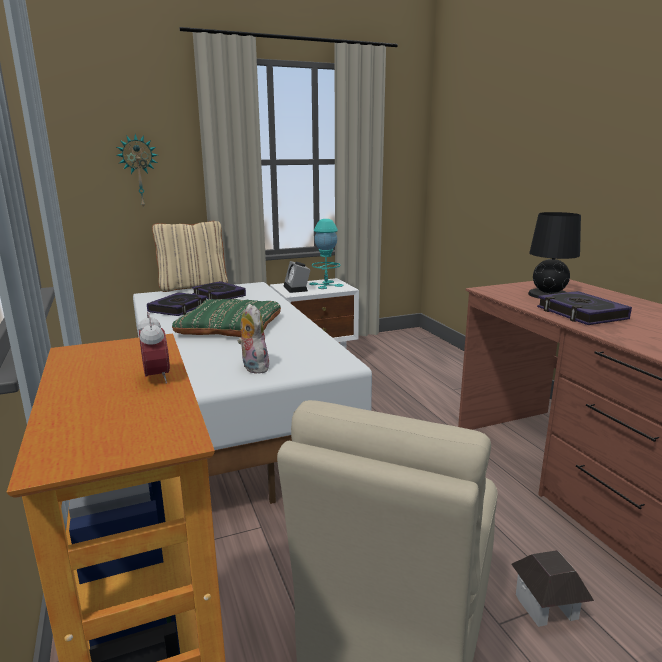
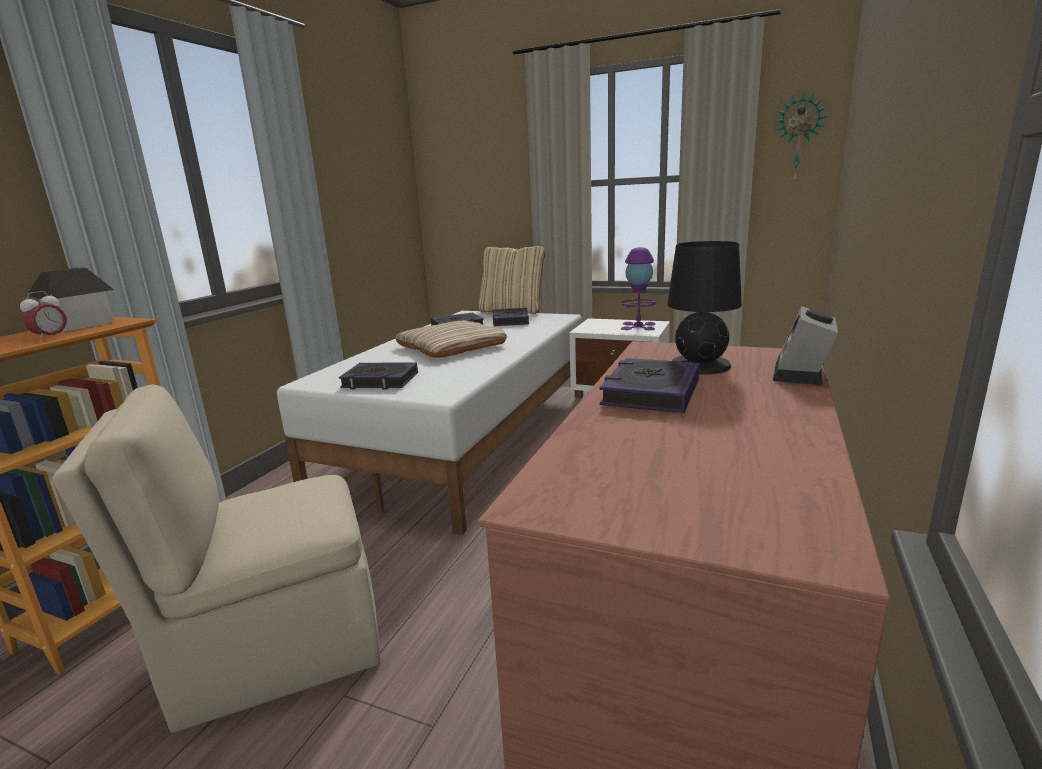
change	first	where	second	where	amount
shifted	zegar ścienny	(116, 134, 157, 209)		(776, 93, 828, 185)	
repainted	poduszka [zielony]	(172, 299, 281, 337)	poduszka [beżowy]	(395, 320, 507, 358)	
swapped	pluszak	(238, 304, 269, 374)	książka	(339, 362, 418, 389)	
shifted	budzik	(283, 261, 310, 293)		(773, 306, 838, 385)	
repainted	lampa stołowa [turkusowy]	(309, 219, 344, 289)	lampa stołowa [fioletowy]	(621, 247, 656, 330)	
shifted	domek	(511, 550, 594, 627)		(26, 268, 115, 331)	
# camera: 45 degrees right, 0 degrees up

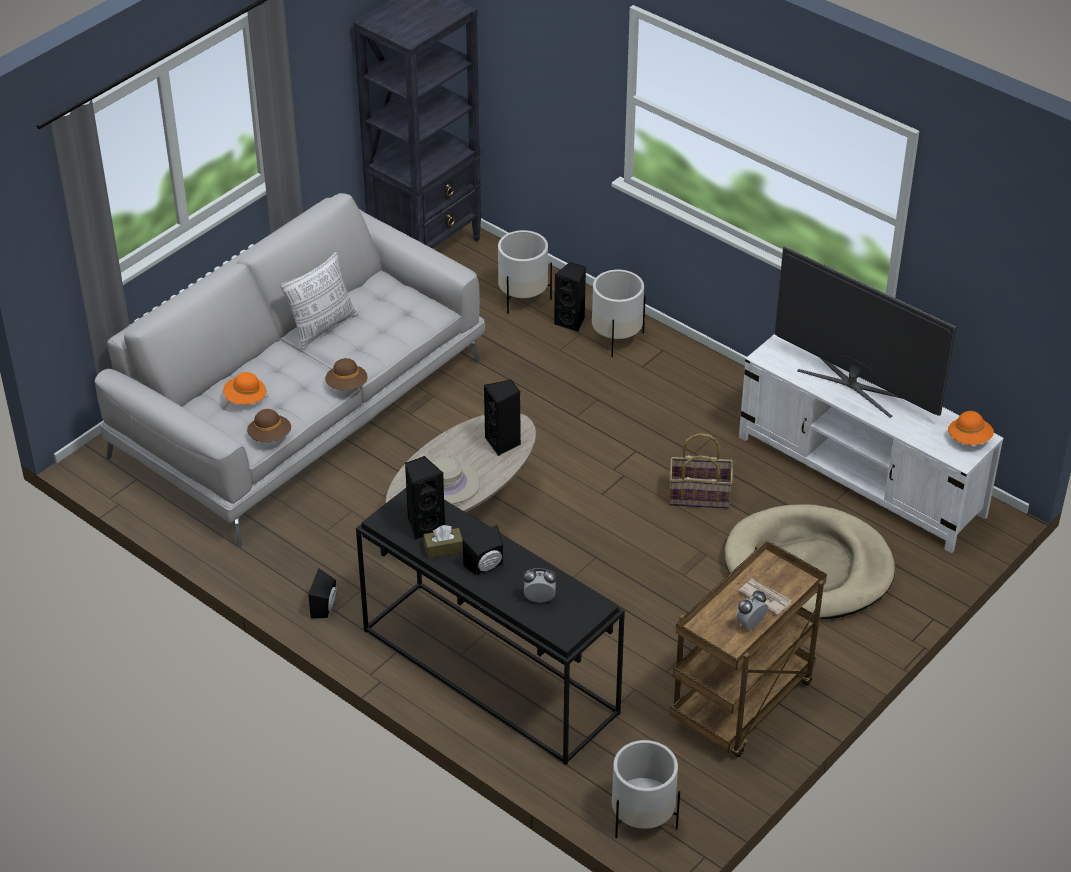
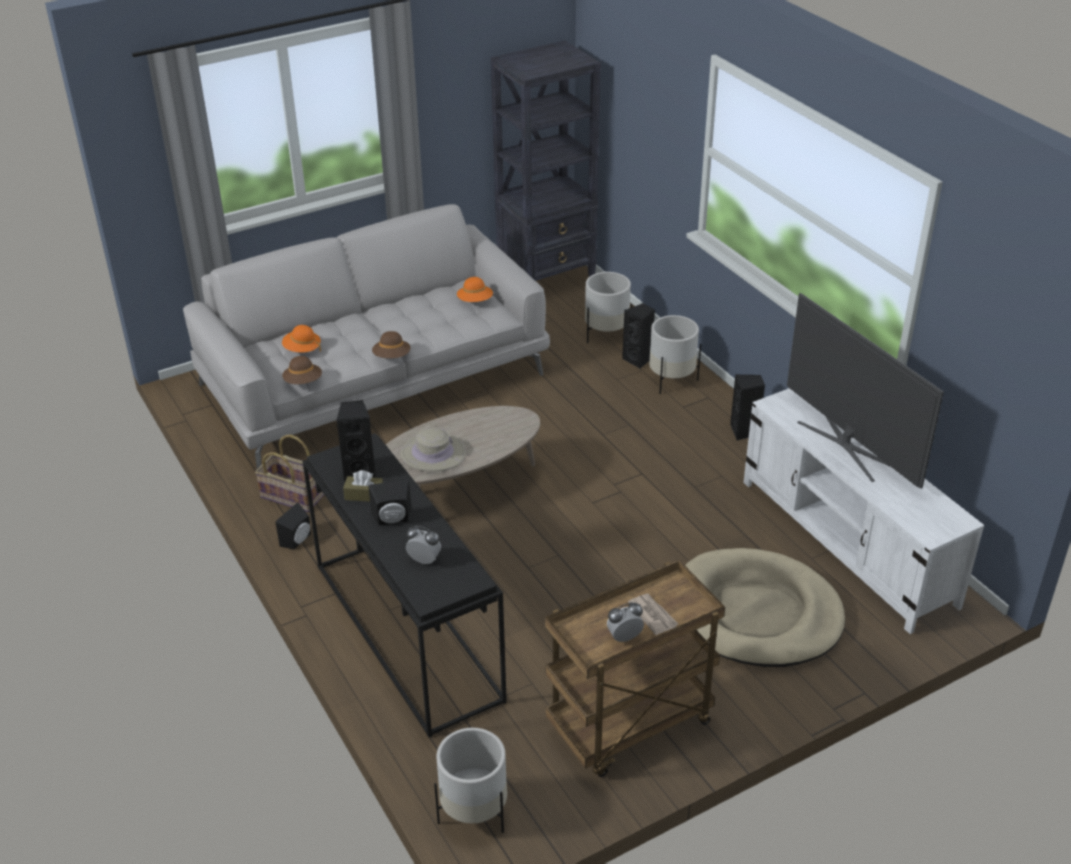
change	first	where	second	where	amount
gone	poduszka	(280, 252, 358, 350)			
shifted	głośnik [czarny]	(484, 379, 521, 456)		(730, 374, 765, 441)	
shifted	koszyk	(669, 433, 733, 509)		(255, 435, 324, 512)	
shifted	kapelusz [pomarańczowy]	(948, 411, 994, 445)		(457, 277, 493, 302)	
# camera: 20 degrees right, 5 degrees down

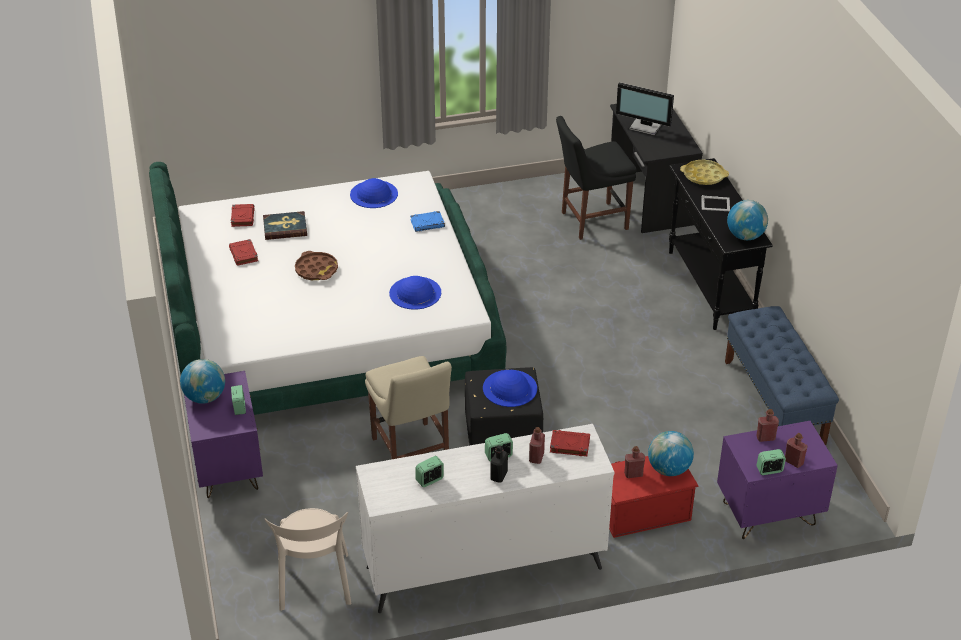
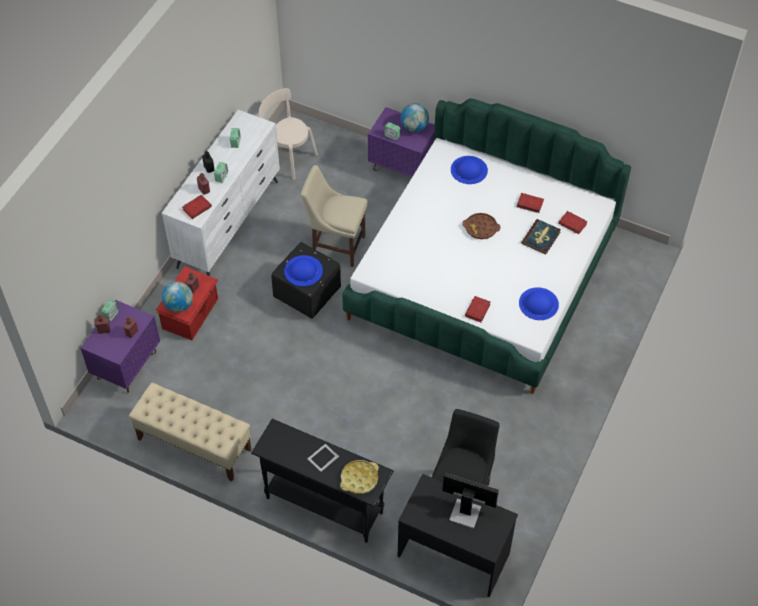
change	first	where	second	where	amount
shifted	kapelusz [niebieski]	(389, 276, 441, 310)		(451, 156, 488, 184)	
repainted	książka [niebieski]	(410, 211, 445, 232)	książka [czerwony]	(465, 296, 491, 322)	
rotated	monitor	(616, 82, 674, 135)		(442, 473, 499, 529)	45 degrees clockwise
repainted	ławka [niebieski]	(725, 306, 839, 445)	ławka [beżowy]	(129, 383, 251, 481)	
gone	globus	(727, 200, 768, 240)			
# camera: 130 degrees right, 15 degrees up

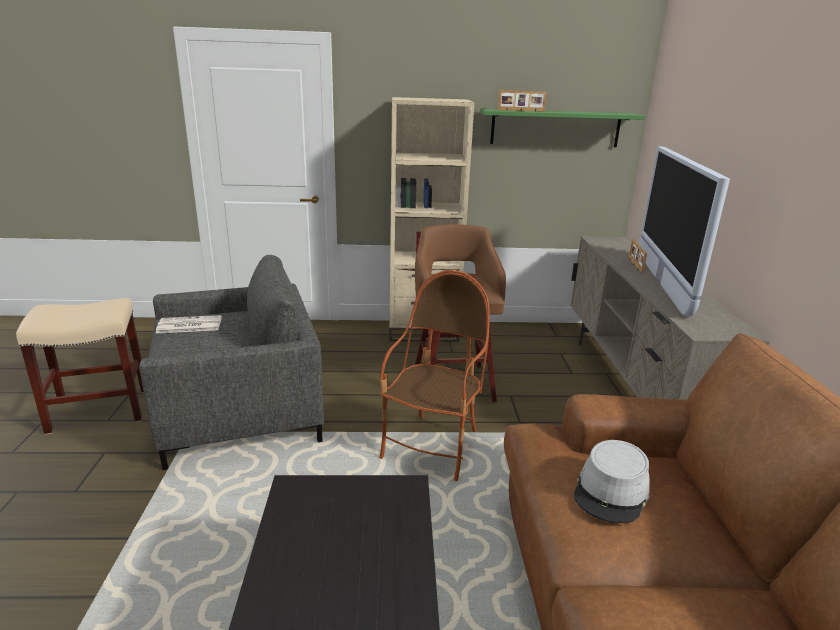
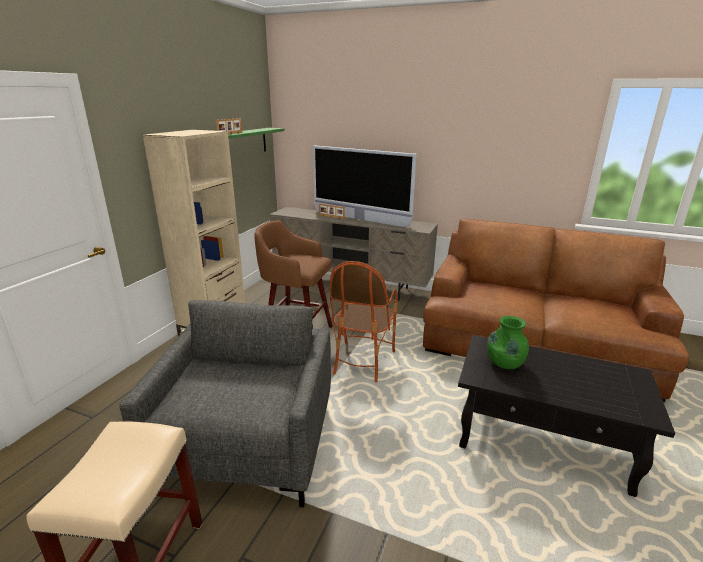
change	first	where	second	where	amount
gone	gazeta	(156, 315, 222, 333)			
rotated	fotel	(379, 270, 490, 481)		(330, 261, 398, 383)	120 degrees counterclockwise
gone	kapelusz [szary]	(574, 440, 650, 523)			
new			wazon [zielony]	(487, 316, 529, 369)	
# camera: 65 degrees left, 0 degrees up

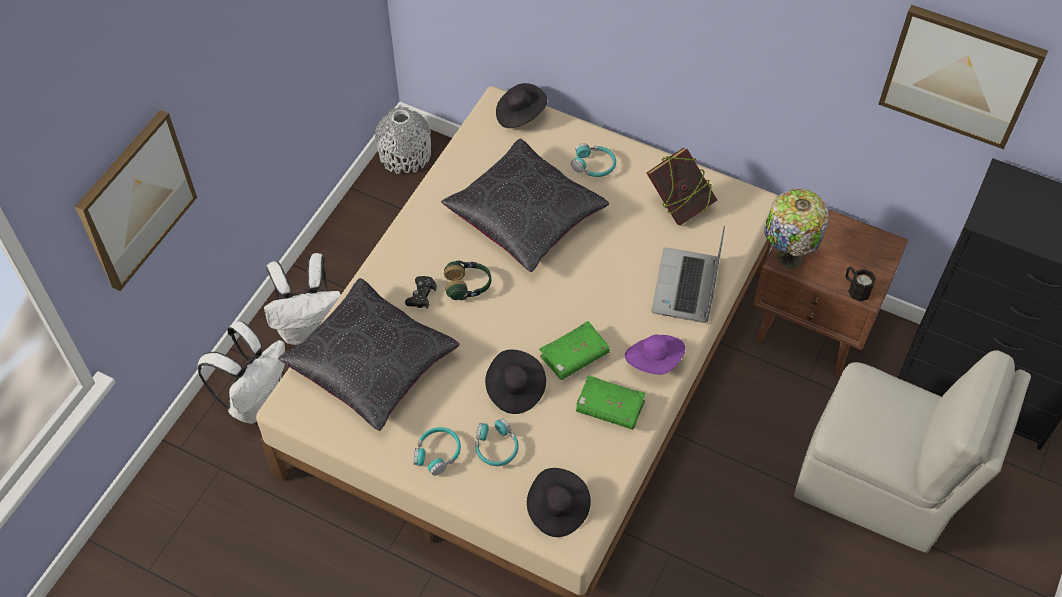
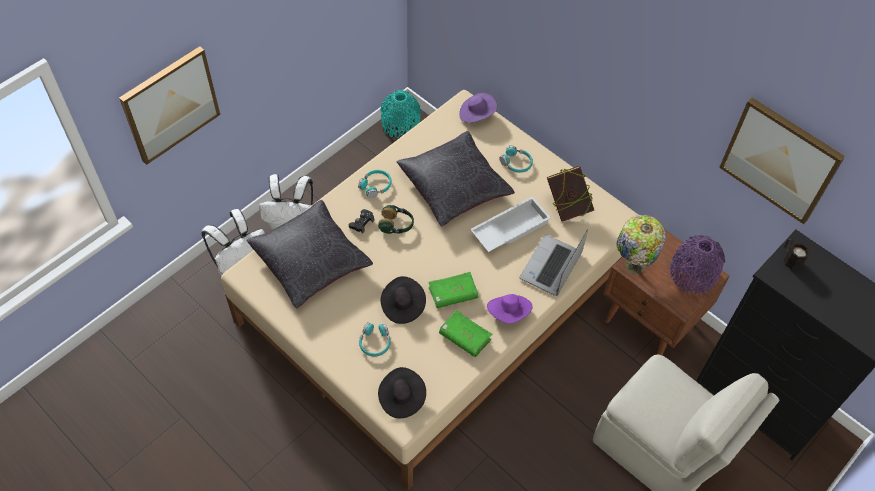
change	first	where	second	where	amount
repainted	wazon [szary]	(375, 107, 431, 174)	wazon [turkusowy]	(380, 90, 421, 138)	
shifted	słuchawki [turkusowy]	(414, 427, 461, 476)		(358, 170, 392, 198)	
repainted	kapelusz [czarny]	(496, 83, 547, 128)	kapelusz [fioletowy]	(459, 93, 497, 123)	
shifted	kubek [czarny]	(845, 266, 876, 301)		(784, 238, 810, 270)	
new			taca [biały]	(470, 196, 551, 252)	
new			wazon [fioletowy]	(670, 235, 725, 294)	
# camera: 15 degrees right, 0 degrees up

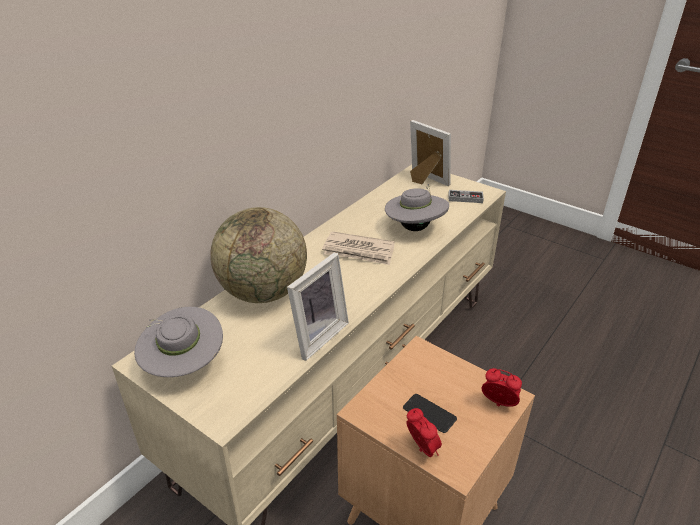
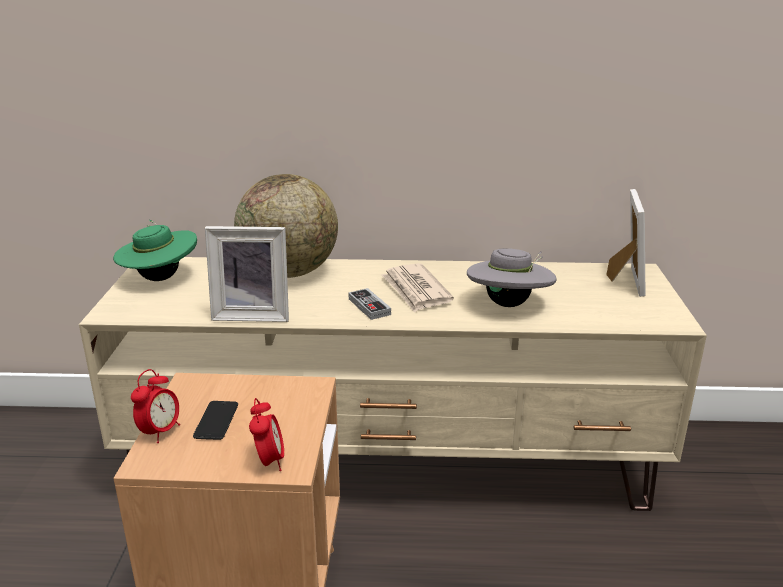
change	first	where	second	where	amount
repainted	kapelusz [szary]	(134, 307, 223, 377)	kapelusz [zielony]	(113, 220, 197, 281)	
shifted	pad do gier	(449, 190, 484, 203)		(348, 288, 391, 320)	
# camera: 55 degrees right, 10 degrees down

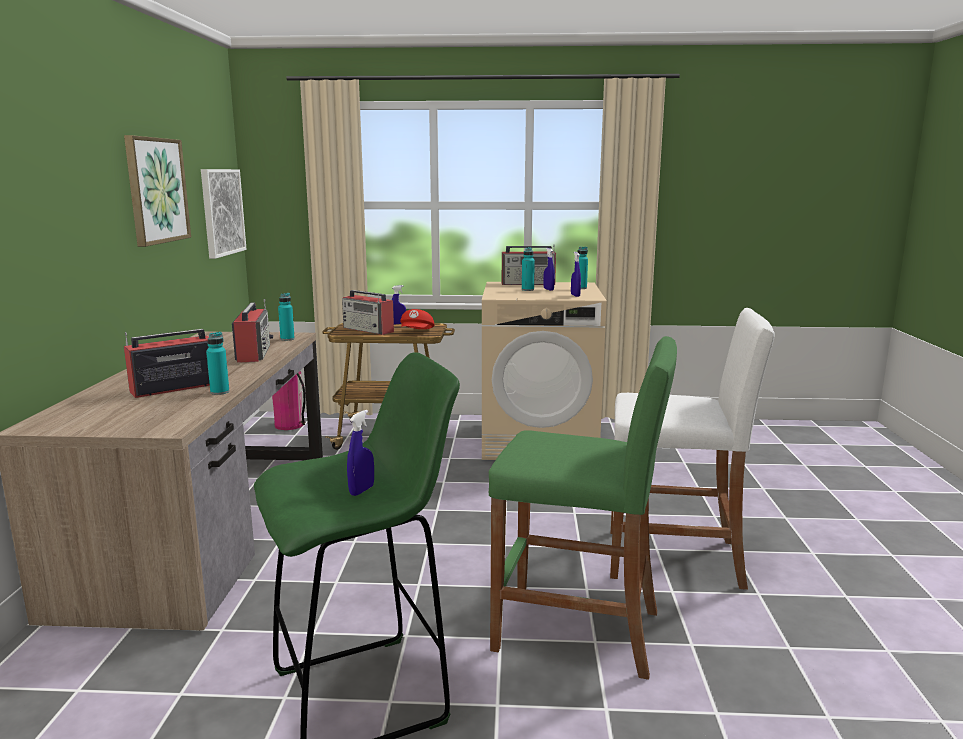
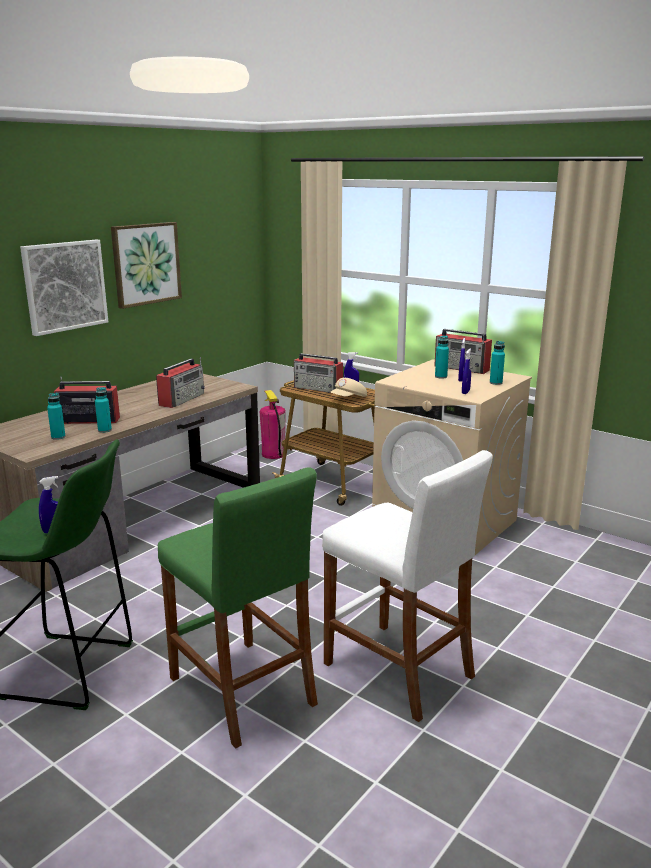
change	first	where	second	where	amount
shifted	obraz	(201, 169, 247, 259)		(20, 240, 108, 336)	
shifted	butelka [turkusowy]	(278, 293, 295, 341)		(47, 393, 66, 440)	
rotated	radio	(342, 290, 394, 335)		(294, 353, 343, 393)	45 degrees counterclockwise
repainted	czapka z daszkiem [czerwony]	(400, 309, 435, 329)	czapka z daszkiem [beżowy]	(330, 378, 367, 397)	
# camera: 35 degrees right, 5 degrees up

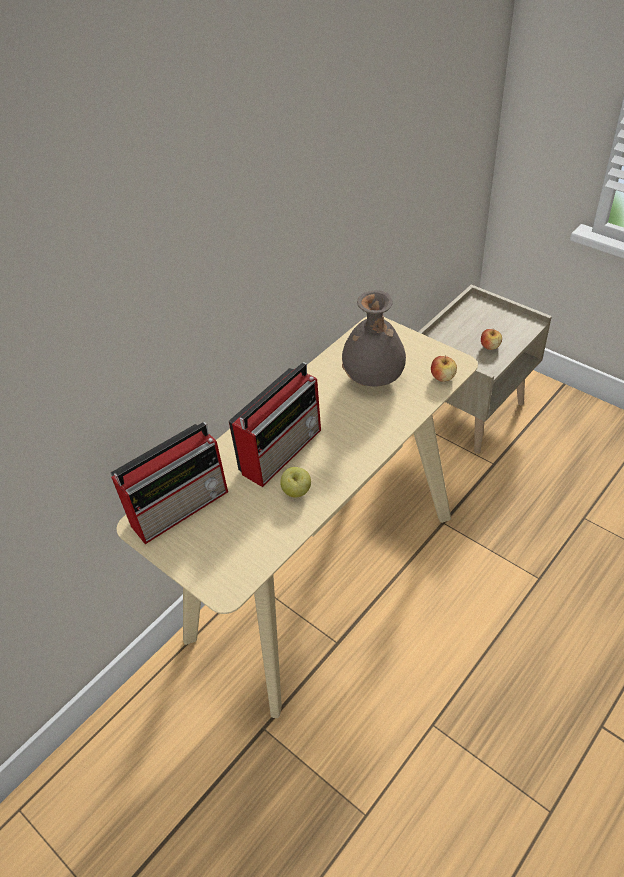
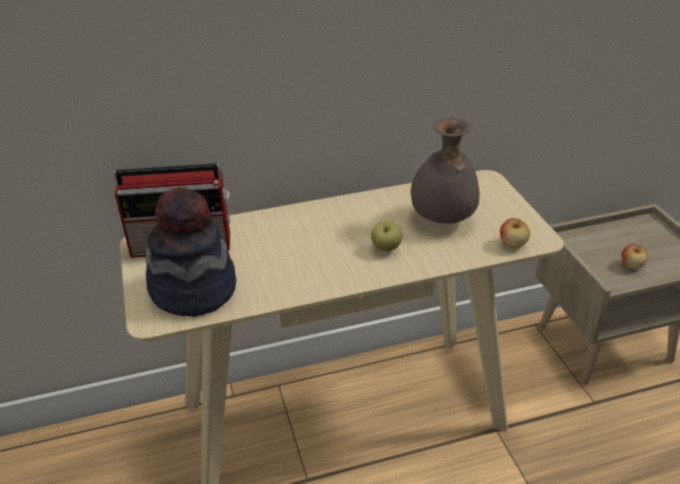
change	first	where	second	where	amount
gone	radio	(229, 362, 321, 487)			
shifted	jabłko	(280, 467, 311, 497)		(371, 220, 403, 252)	
new			kapelusz	(146, 187, 236, 317)	
# camera: 30 degrees right, 10 degrees down

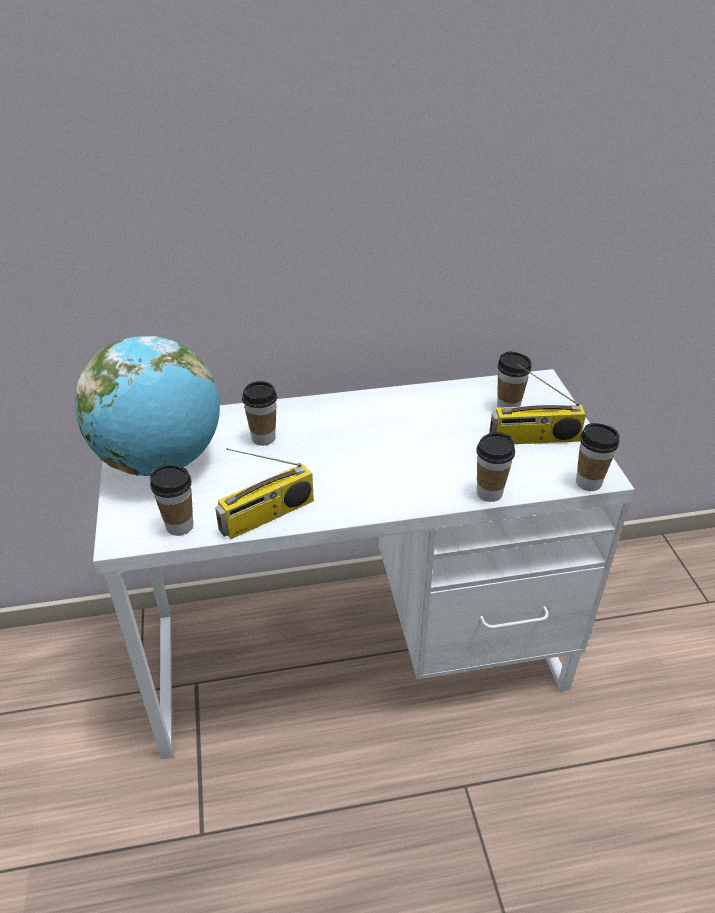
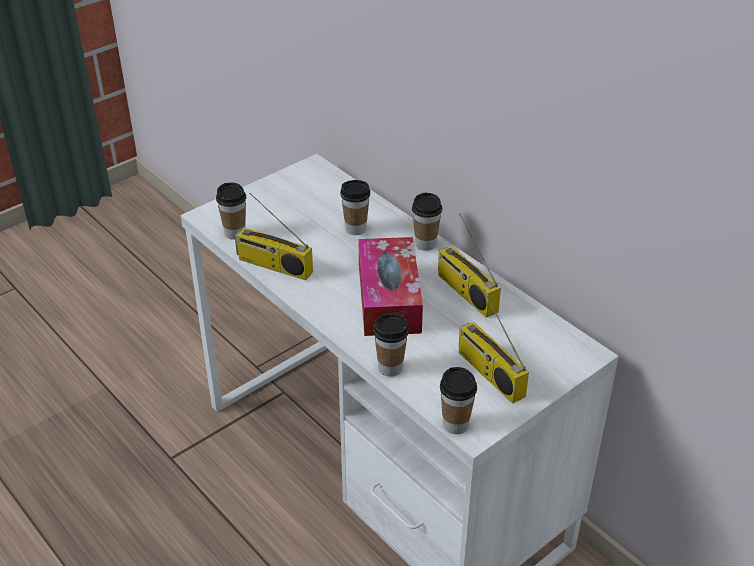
change	first	where	second	where	amount
gone	globus	(75, 336, 220, 476)			
shifted	filiżanka	(497, 352, 532, 408)		(412, 193, 442, 251)	
new			pudełko chusteczek	(358, 237, 423, 336)	
new			radio	(438, 214, 501, 318)	
# camera: 60 degrees right, 0 degrees up

